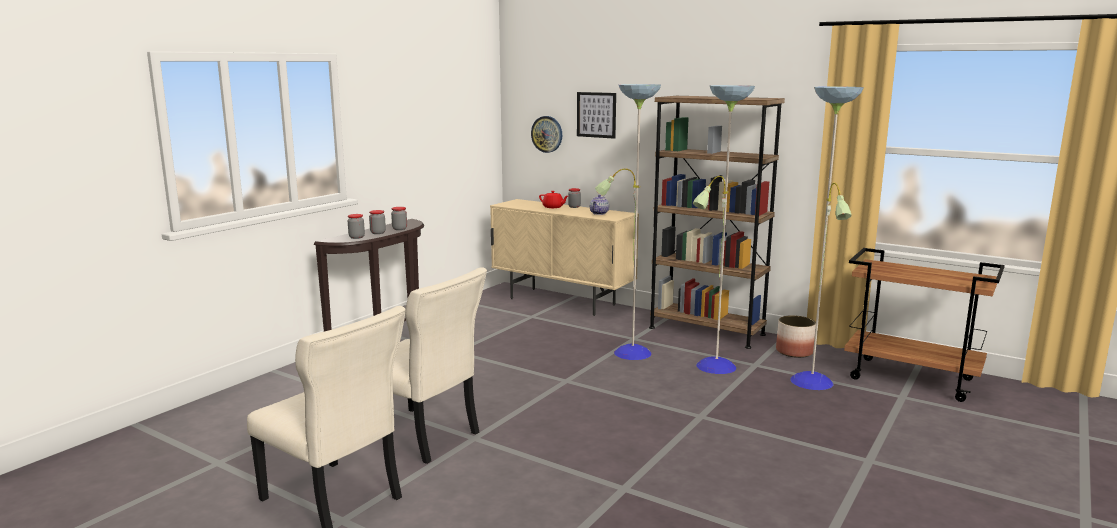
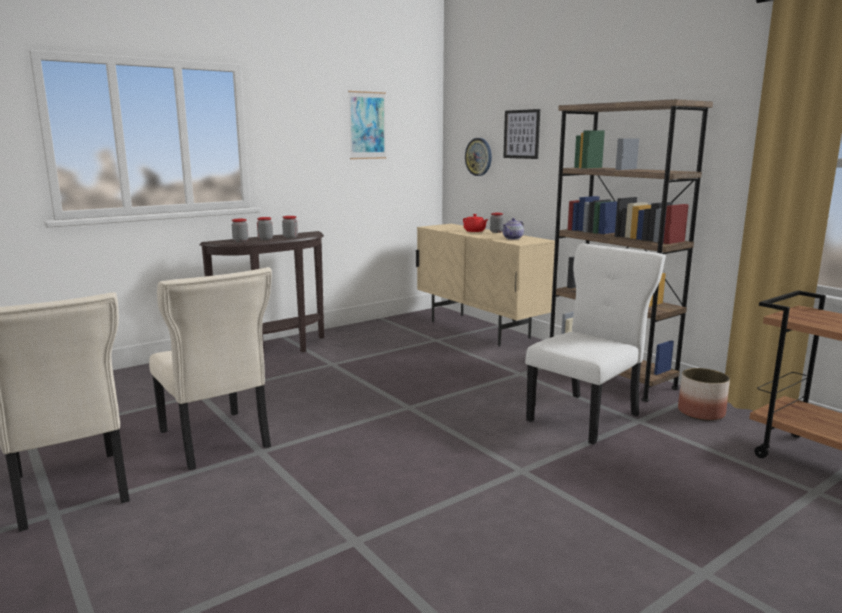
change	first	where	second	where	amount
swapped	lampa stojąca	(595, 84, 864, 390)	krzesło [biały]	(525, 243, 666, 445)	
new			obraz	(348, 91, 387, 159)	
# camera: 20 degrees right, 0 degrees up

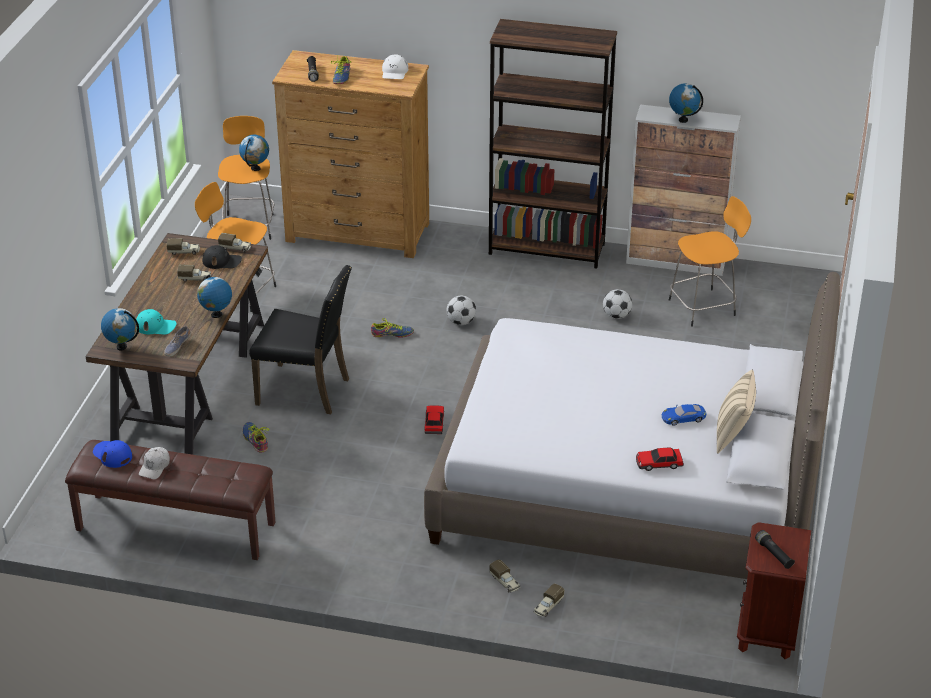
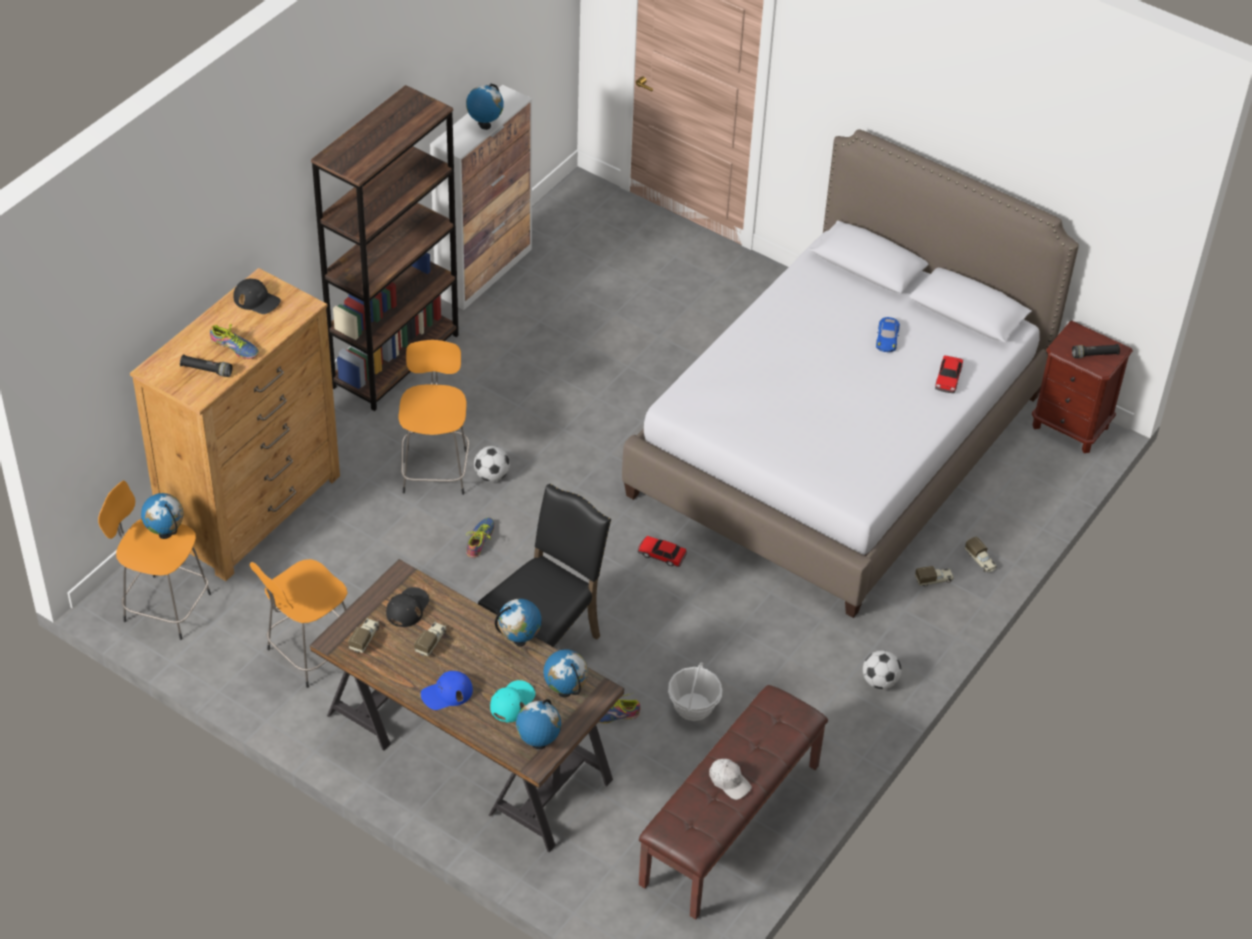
change	first	where	second	where	amount
shifted	czapka z daszkiem [niebieski]	(93, 440, 132, 468)		(421, 671, 473, 710)	
swapped	but	(164, 326, 191, 357)	globus	(543, 650, 588, 697)	
gone	ciężarówka zabawkowa	(218, 233, 251, 252)			
repainted	czapka z daszkiem [biały]	(382, 54, 408, 79)	czapka z daszkiem [czarny]	(233, 279, 281, 314)	
shifted	piłka futbolowa	(603, 289, 632, 319)		(863, 650, 902, 689)	
shifted	stołek [pomarańczowy]	(669, 196, 751, 327)		(399, 340, 469, 495)	
gone	poduszka [beżowy]	(717, 370, 756, 454)			
new			koszyk	(668, 663, 722, 721)	
# camera: 70 degrees left, 10 degrees up

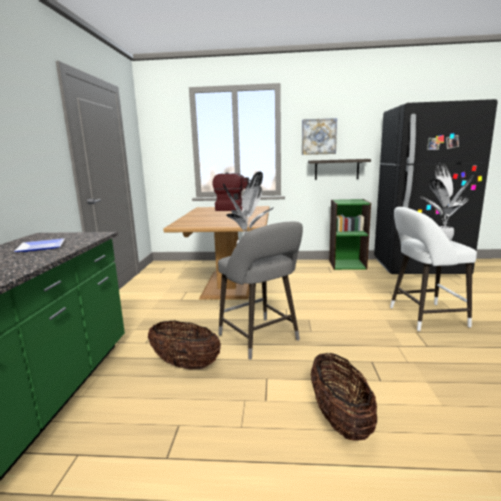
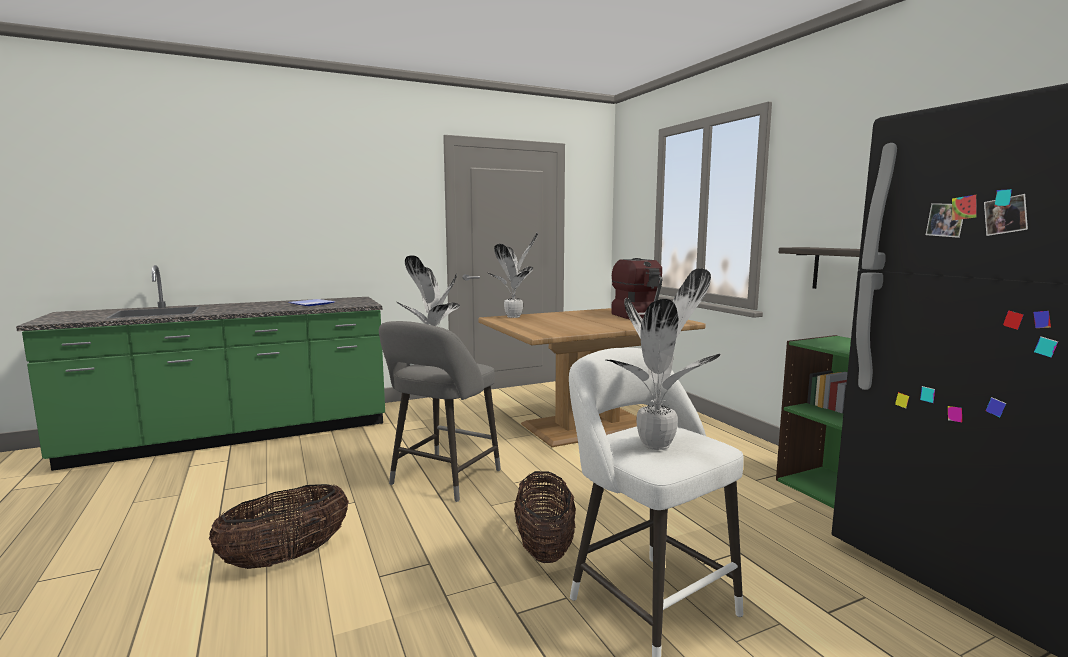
change	first	where	second	where	amount
shifted	koszyk	(148, 321, 221, 369)		(514, 471, 576, 563)	
gone	obraz	(302, 118, 337, 155)			
new			roślina doniczkowa	(488, 232, 538, 318)	
# camera: 60 degrees right, 5 degrees down

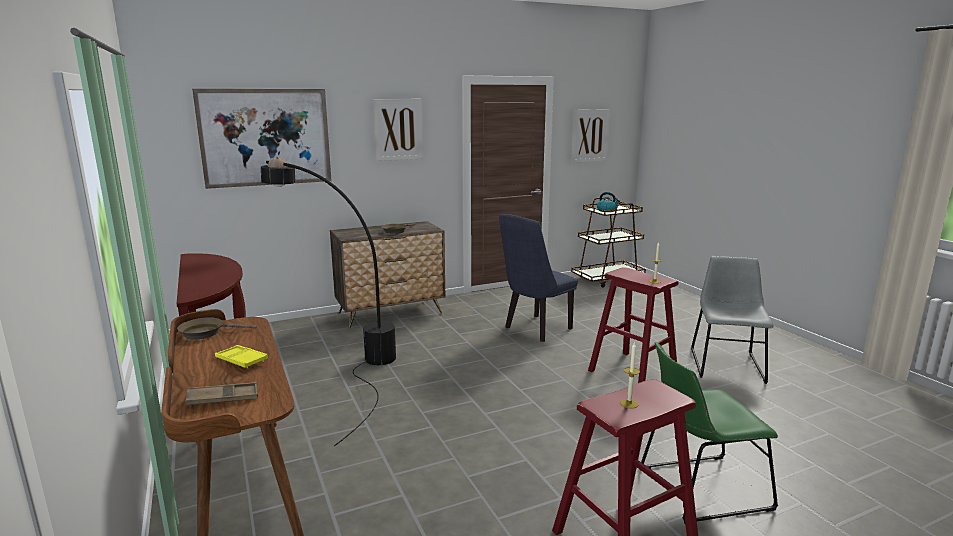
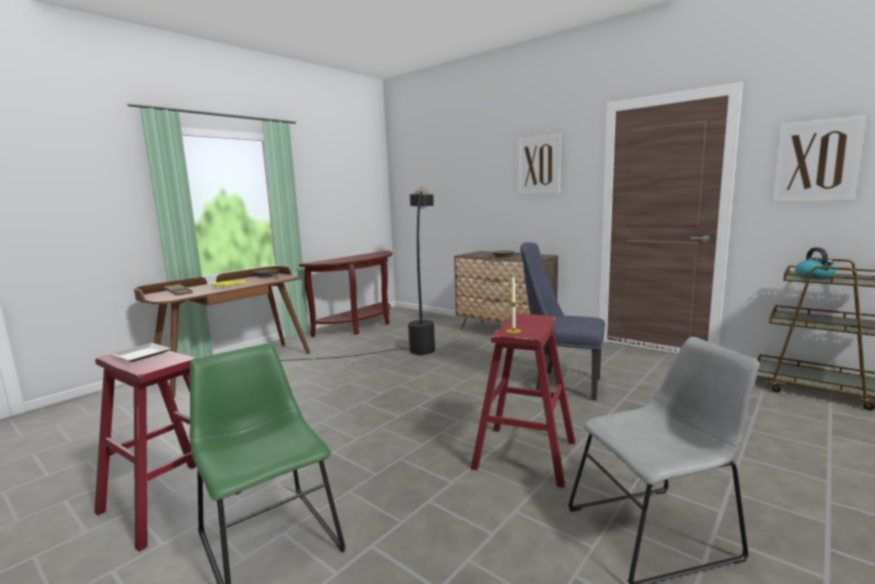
change	first	where	second	where	amount
gone	obraz	(192, 89, 331, 189)			
swapped	świeca	(620, 343, 640, 408)	talerz	(109, 343, 172, 362)	
# camera: 65 degrees right, 5 degrees down

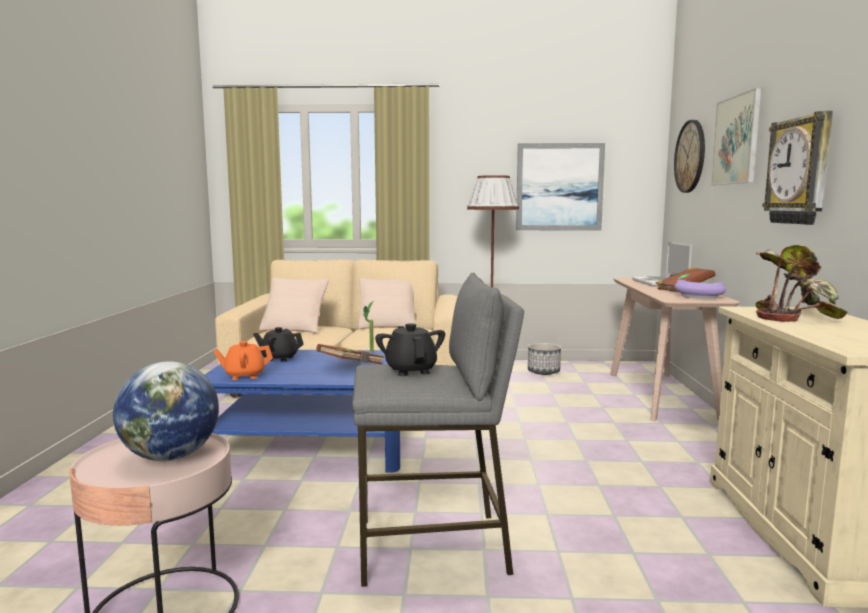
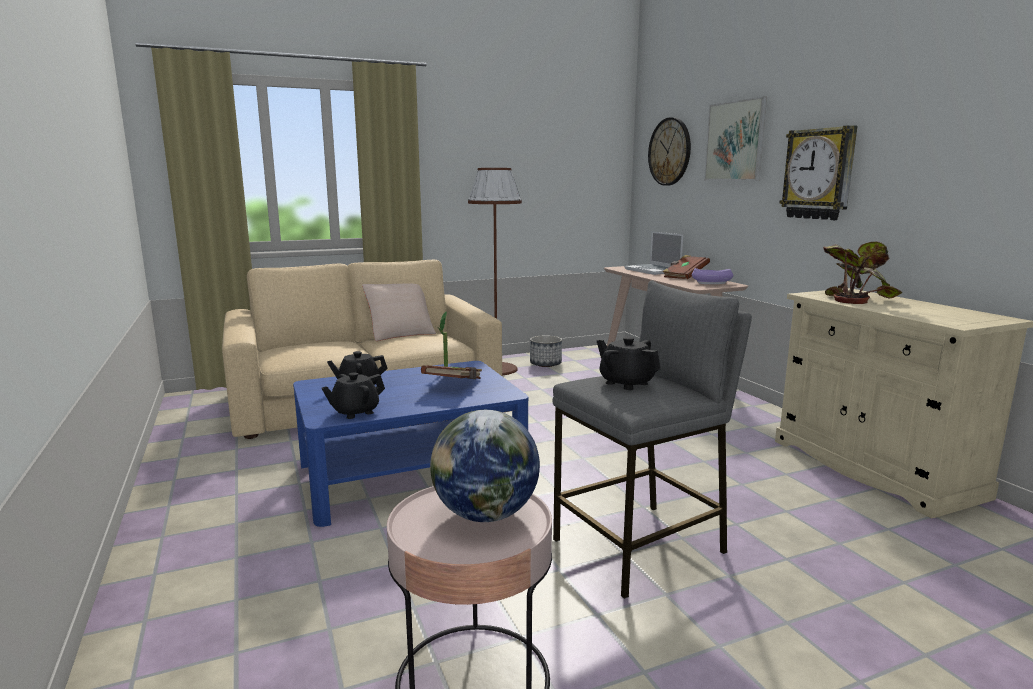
change	first	where	second	where	amount
repainted	imbryk [pomarańczowy]	(213, 341, 273, 380)	imbryk [czarny]	(321, 372, 385, 419)	
gone	poduszka [beżowy]	(259, 277, 329, 333)			
gone	obraz	(516, 143, 605, 230)			
# camera: 25 degrees left, 5 degrees up

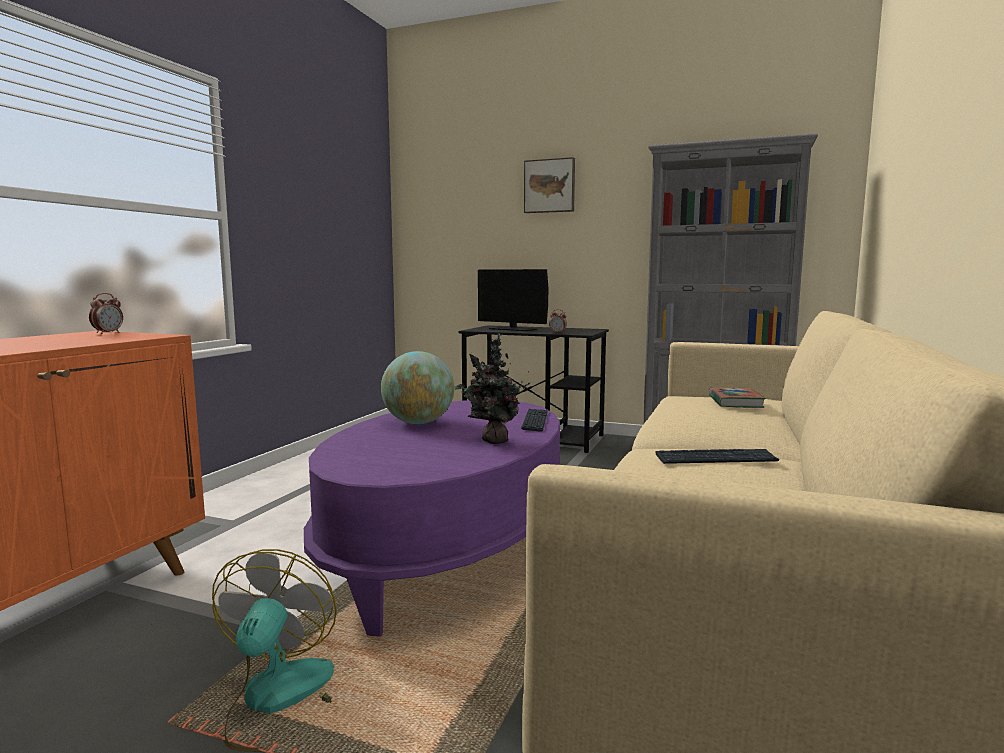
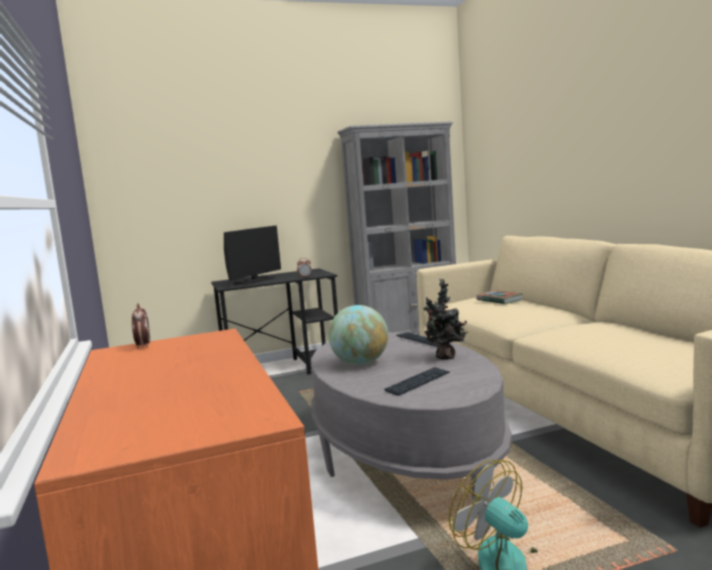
change	first	where	second	where	amount
repainted	ława [fioletowy]	(304, 400, 560, 637)	ława [szary]	(311, 332, 512, 515)	
rotated	monitor	(478, 269, 548, 331)		(224, 226, 281, 284)	45 degrees counterclockwise
gone	obraz	(524, 157, 575, 213)			
shifted	klawiatura	(655, 449, 779, 464)		(385, 367, 450, 396)	
# camera: 40 degrees left, 0 degrees up

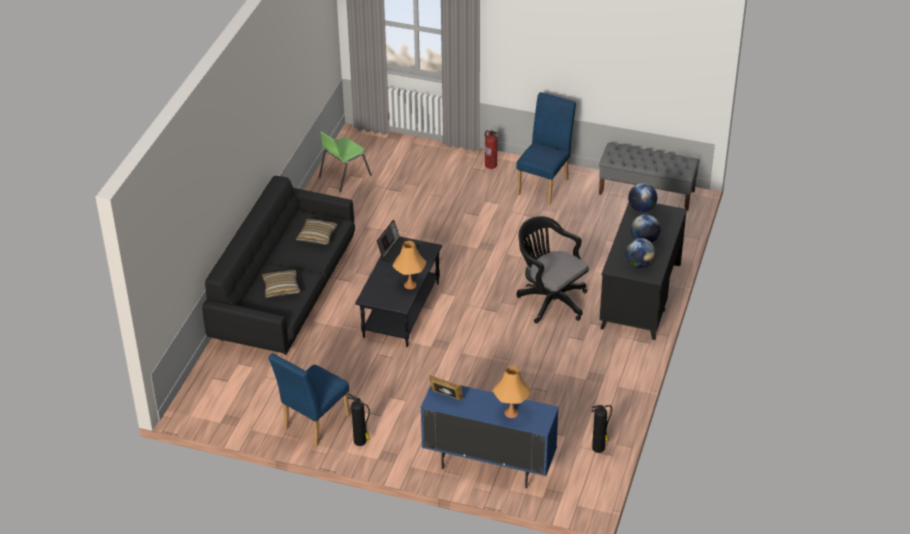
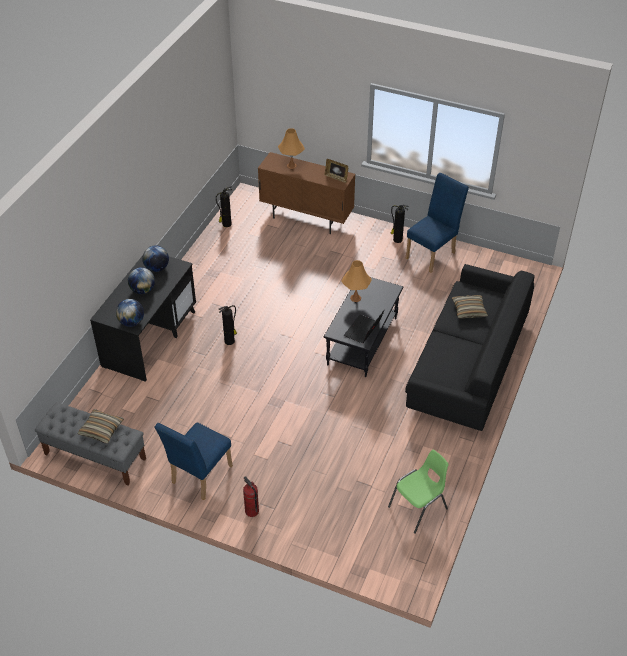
change	first	where	second	where	amount
shifted	poduszka	(296, 219, 337, 245)		(78, 409, 124, 444)	
repainted	szafka [niebieski]	(421, 385, 559, 489)	szafka [brązowy]	(258, 152, 355, 234)	
swapped	krzesło biurowe [czarny]	(516, 216, 589, 323)	gaśnica	(219, 305, 237, 345)	
# camera: 175 degrees left, 5 degrees up

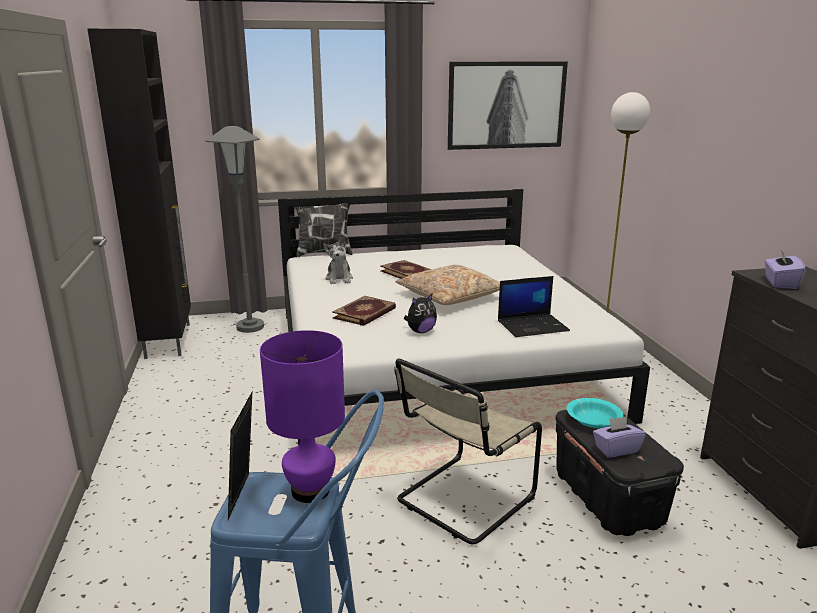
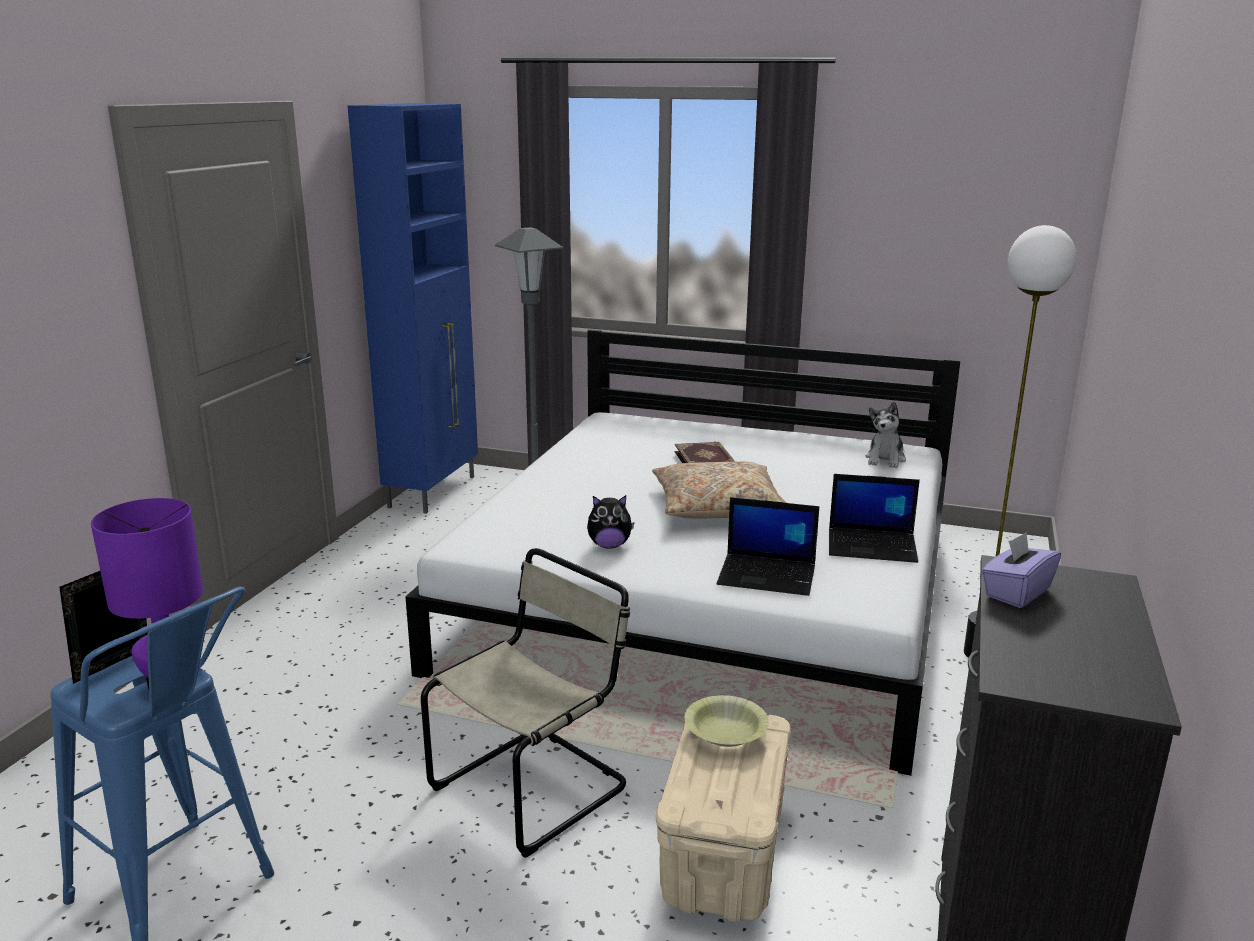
change	first	where	second	where	amount
repainted	szafka [czarny]	(88, 29, 191, 359)	szafka [niebieski]	(348, 103, 478, 514)	
gone	poduszka	(293, 198, 353, 257)			
shifted	pluszak	(324, 238, 353, 284)		(866, 402, 906, 468)	
gone	książka	(332, 296, 396, 326)			
rotated	krzesło [beżowy]	(394, 359, 542, 544)		(421, 548, 630, 858)	150 degrees clockwise
gone	obraz	(448, 61, 568, 150)			
repainted	pojemnik do przechowywania [czarny]	(556, 410, 684, 536)	pojemnik do przechowywania [beżowy]	(656, 715, 791, 922)	
repainted	miska [turkusowy]	(567, 398, 623, 428)	miska [żółty]	(684, 695, 769, 747)	
gone	pudełko chusteczek [fioletowy]	(593, 416, 646, 457)			
new			laptop	(829, 474, 920, 563)	
# camera: 30 degrees right, 0 degrees up

